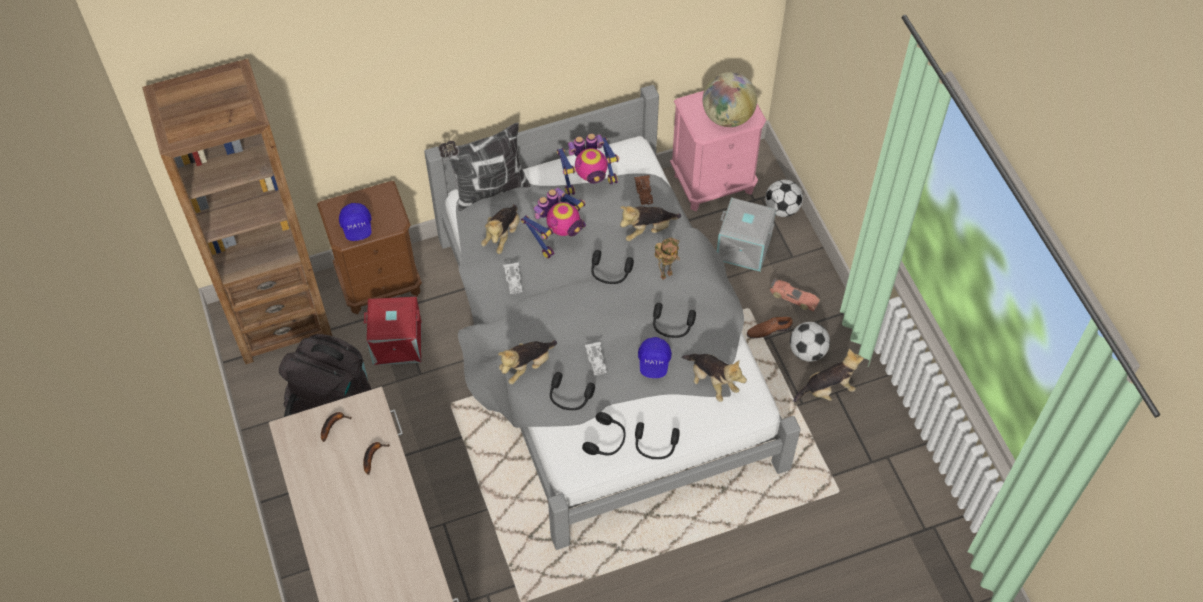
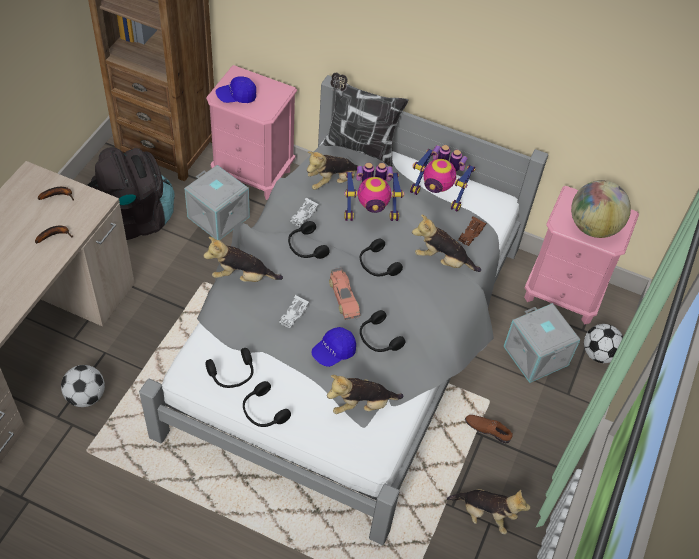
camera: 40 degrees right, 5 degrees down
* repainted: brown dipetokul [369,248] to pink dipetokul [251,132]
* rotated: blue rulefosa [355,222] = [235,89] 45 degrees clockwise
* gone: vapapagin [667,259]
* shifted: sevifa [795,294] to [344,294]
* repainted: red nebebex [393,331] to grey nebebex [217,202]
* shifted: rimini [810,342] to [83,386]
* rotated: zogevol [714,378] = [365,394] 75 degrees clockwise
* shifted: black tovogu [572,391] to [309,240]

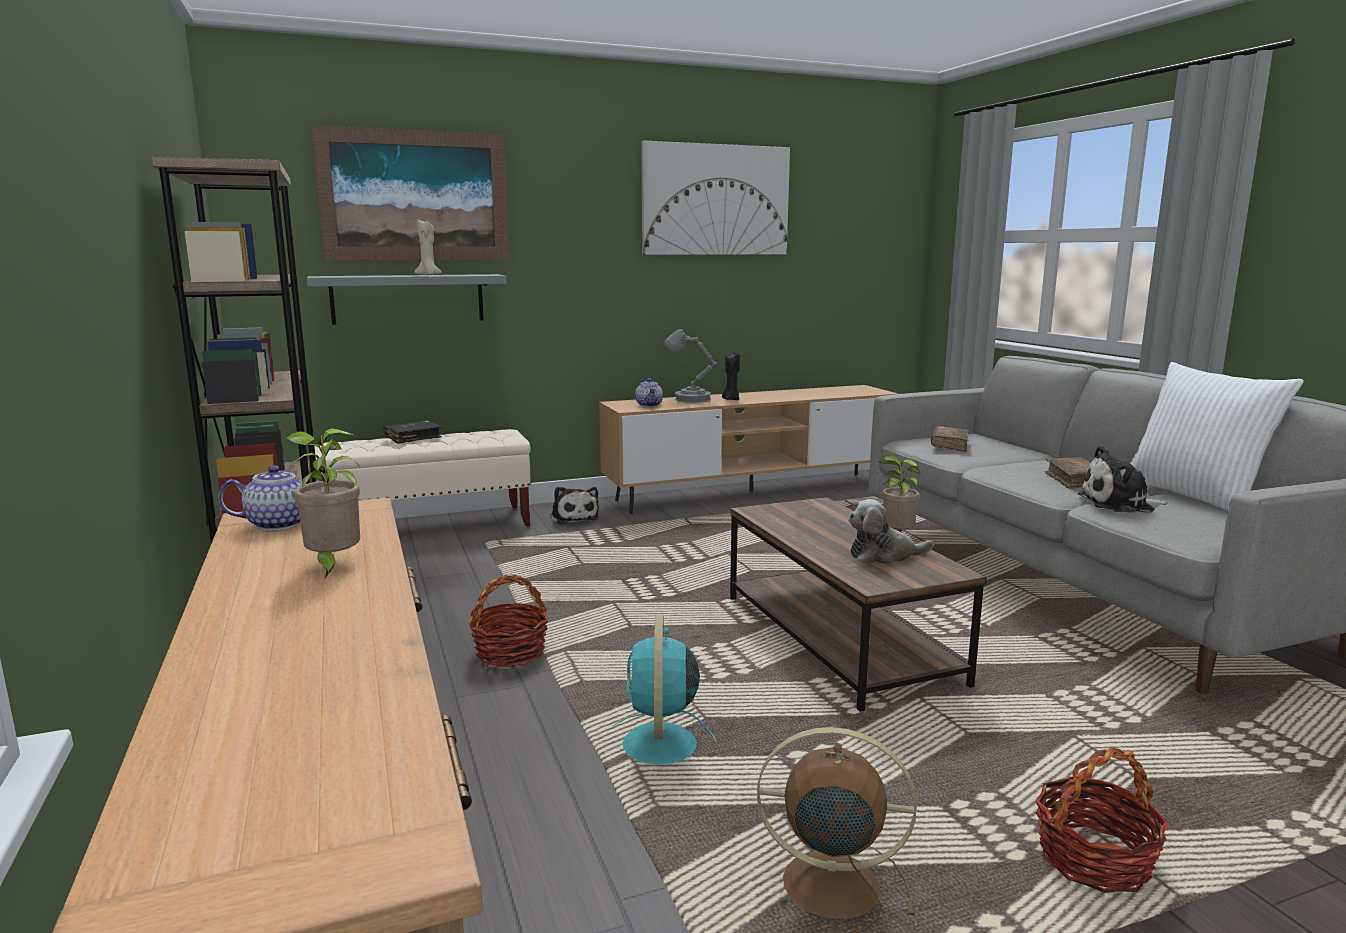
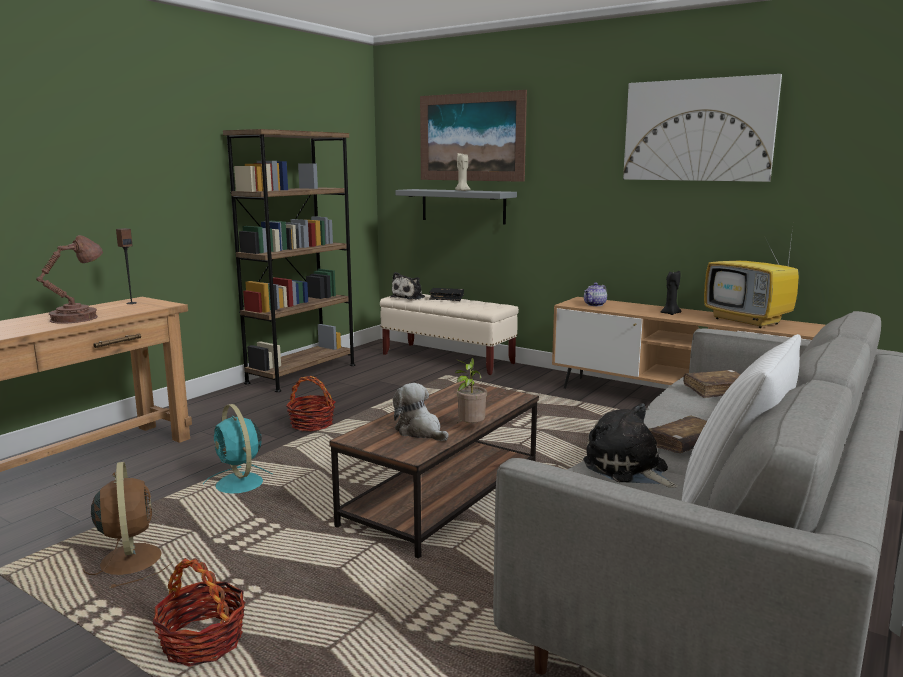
camera: 55 degrees right, 0 degrees up
* gone: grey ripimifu [690,366]
* swapped: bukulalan [323,503] to brown ripimifu [69,279]
* swapped: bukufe [271,497] to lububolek [126,266]
* shifted: zogevol [575,505] to [407,286]
* rotated: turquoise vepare [664,690] = [237,448] 90 degrees counterclockwise
* new: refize [751,277]

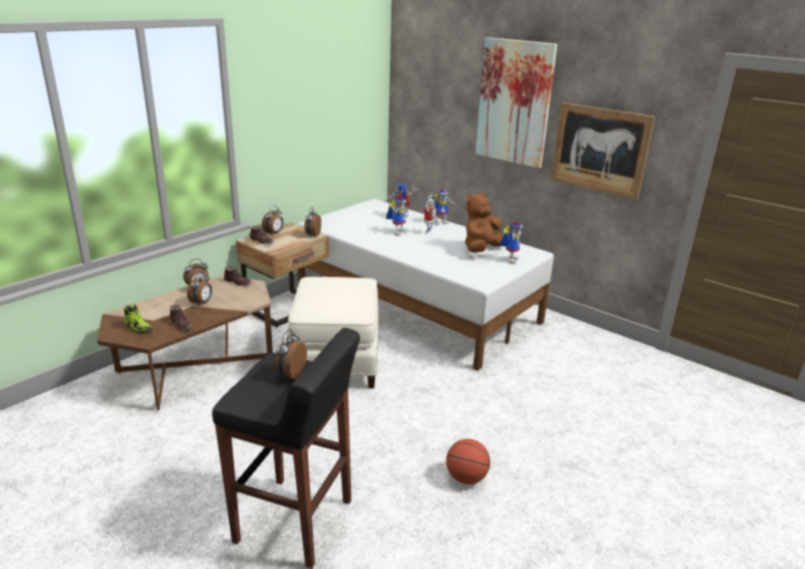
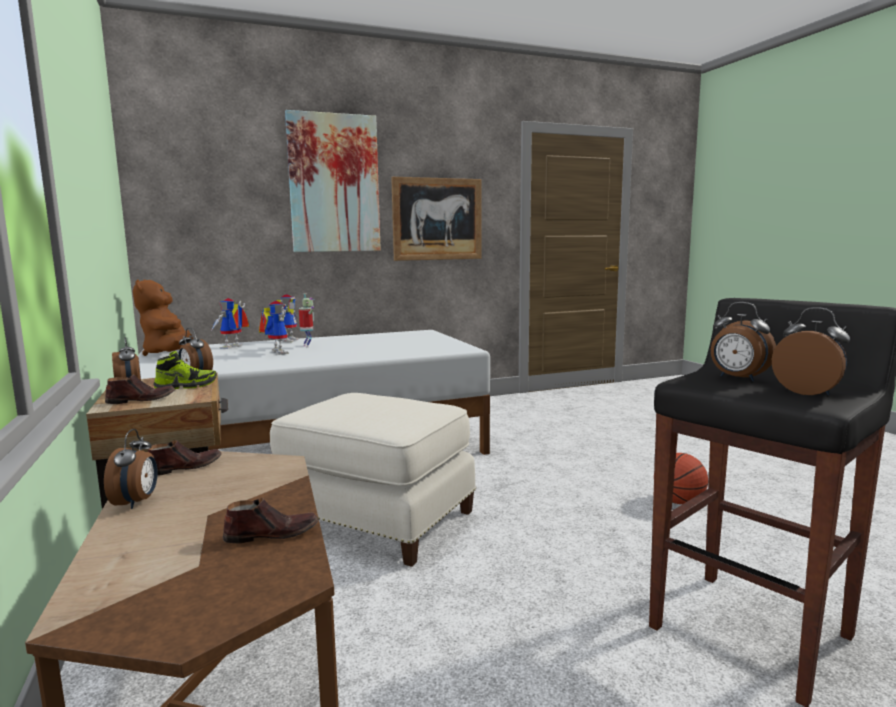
camera: 60 degrees left, 15 degrees down
* shifted: brown zogevol [483,222] to [163,317]
* gone: vapapagin [511,243]
* shifted: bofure [199,288] to [811,351]
* shifted: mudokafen [138,319] to [185,370]

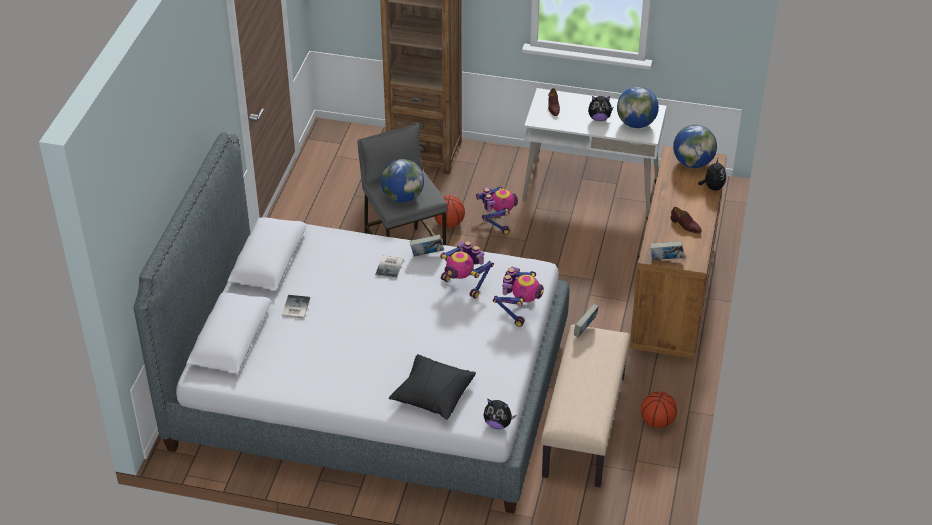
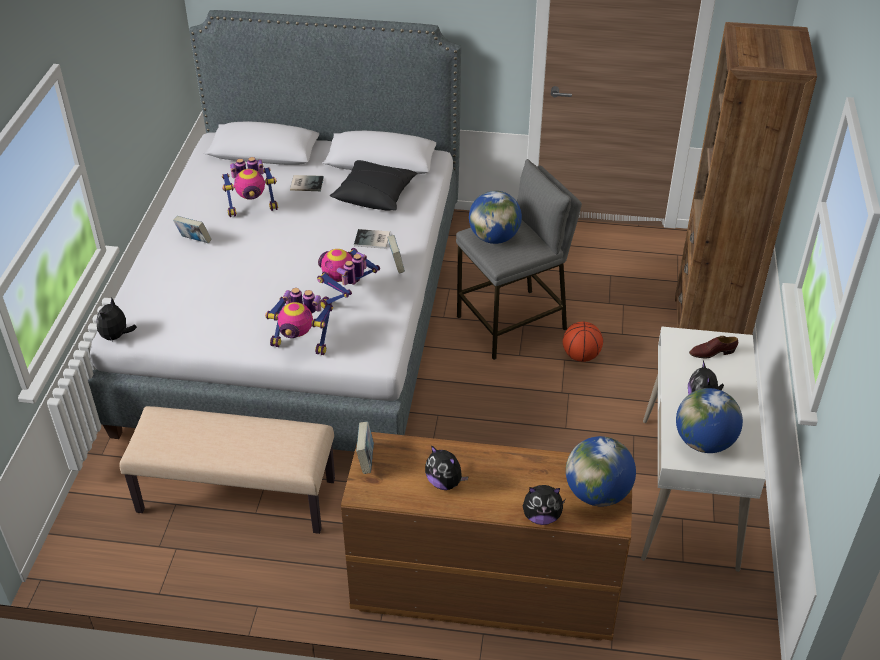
camera: 85 degrees right, 0 degrees up
* shifted: vapapagin [497,210] to [250,187]
* swapped: brown mudokafen [686,220] to zogevol [447,467]
* shifted: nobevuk [586,320] to [192,229]
* shifted: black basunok [432,387] to [373,185]
* gone: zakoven [659,409]

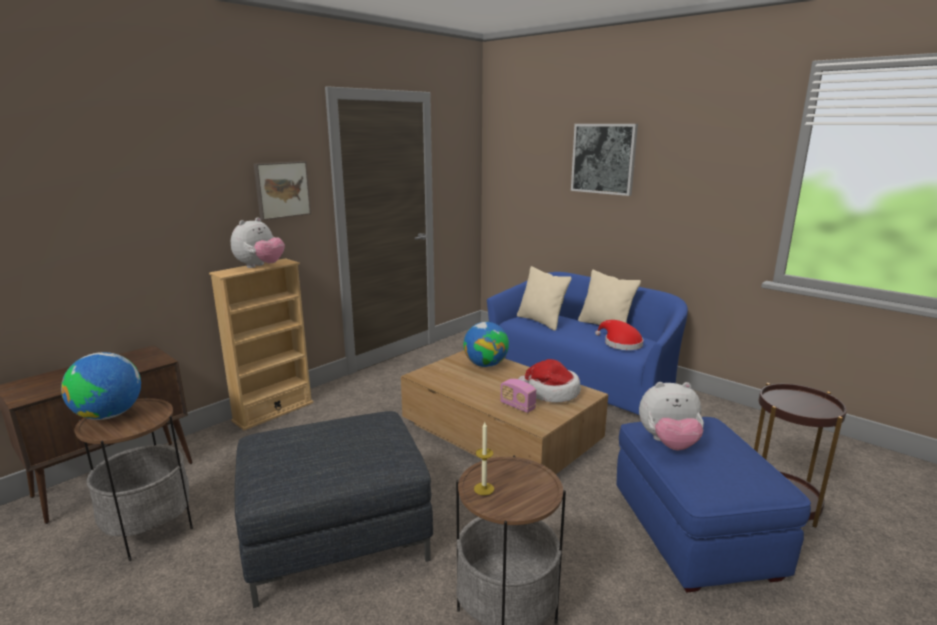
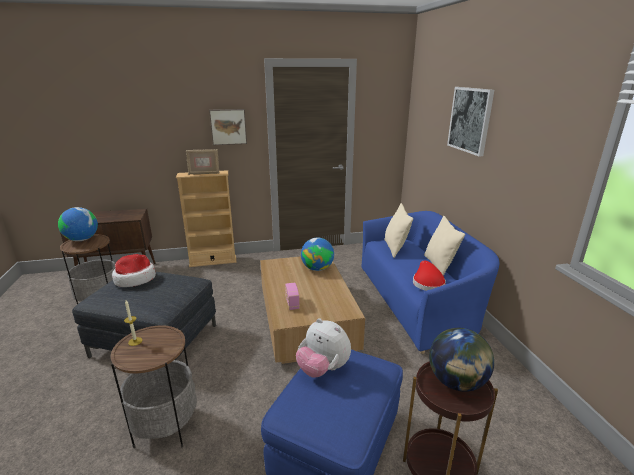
camera: 35 degrees right, 5 degrees up
* swapped: zogevol [258,242] to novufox [202,162]
* shifted: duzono [549,381] to [134,270]
* new: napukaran [461,360]

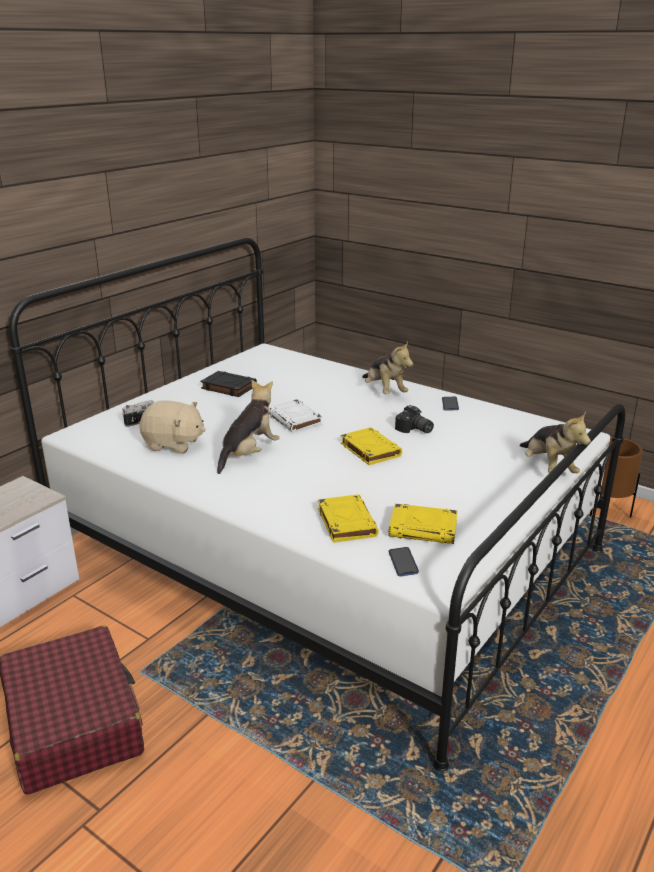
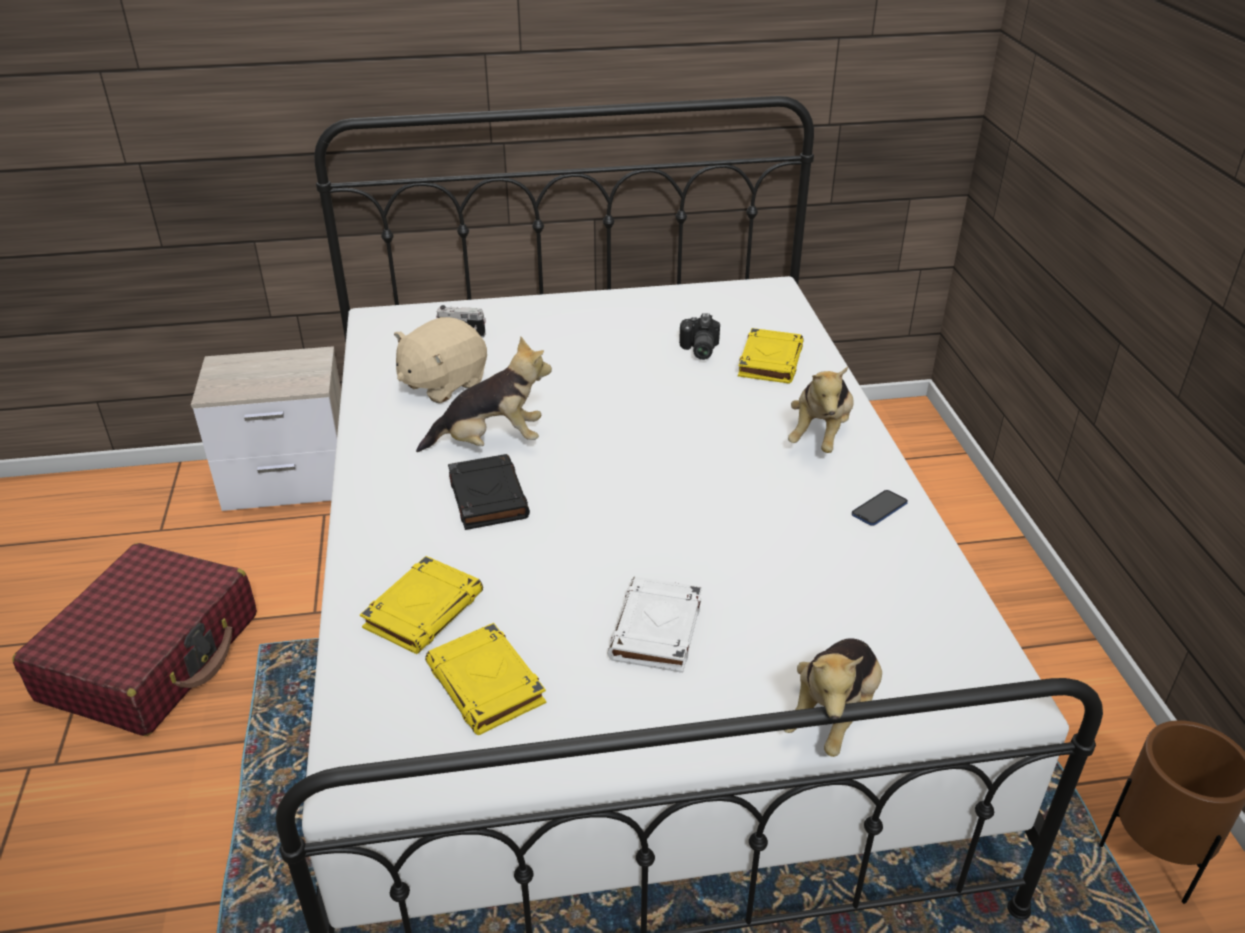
camera: 45 degrees right, 10 degrees up
* shifted: black nobevuk [228,384] to [489,492]
* shifted: white nobevuk [295,416] to [654,625]
* rotated: beige zogevol [172,427] = [440,360] 75 degrees clockwise
* shifted: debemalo [414,419] to [699,336]
* shifted: yellow nobevuk [371,446] to [771,356]
* gone: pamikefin [404,562]

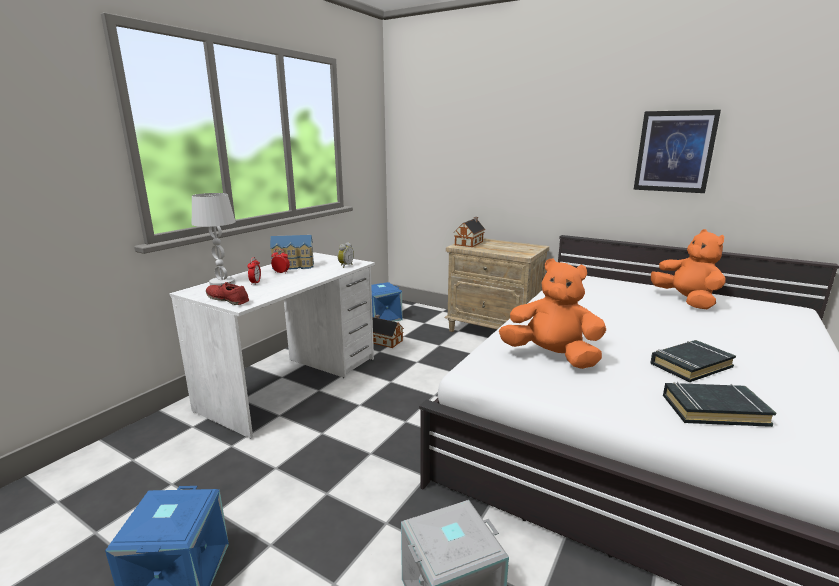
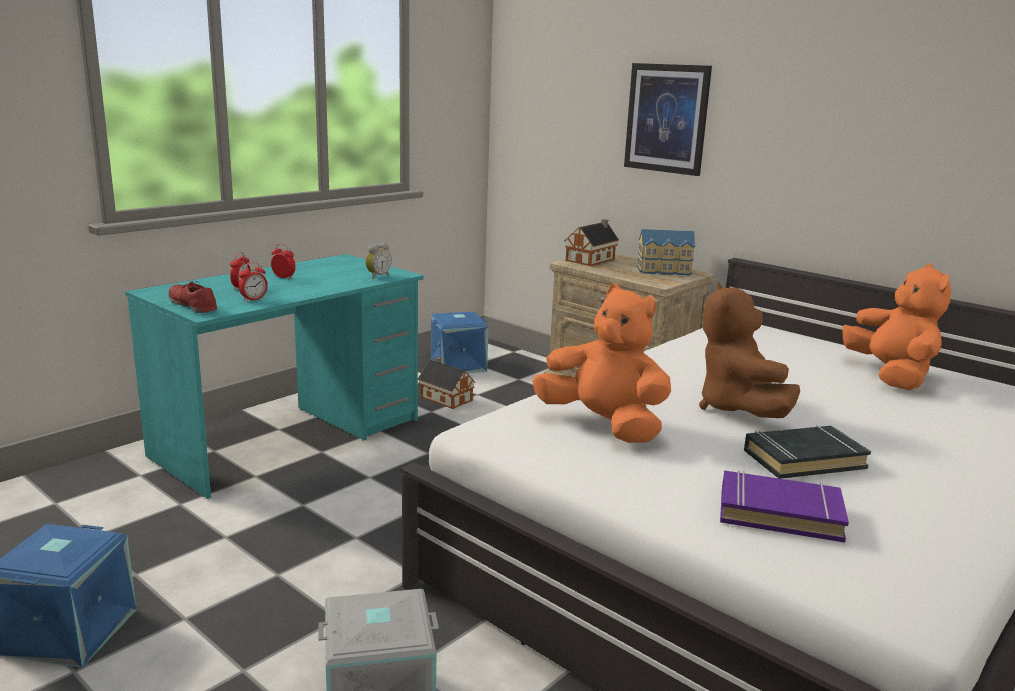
camera: 10 degrees right, 0 degrees up
* shifted: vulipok [677,151] to [668,119]
* gone: white ripimifu [214,239]
* shifted: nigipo [292,252] to [666,252]
* repainted: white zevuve [272,345] to turquoise zevuve [274,376]
* repainted: black nobevuk [719,404] to purple nobevuk [784,506]
* new: bofure [253,282]
* new: brown zogevol [749,350]

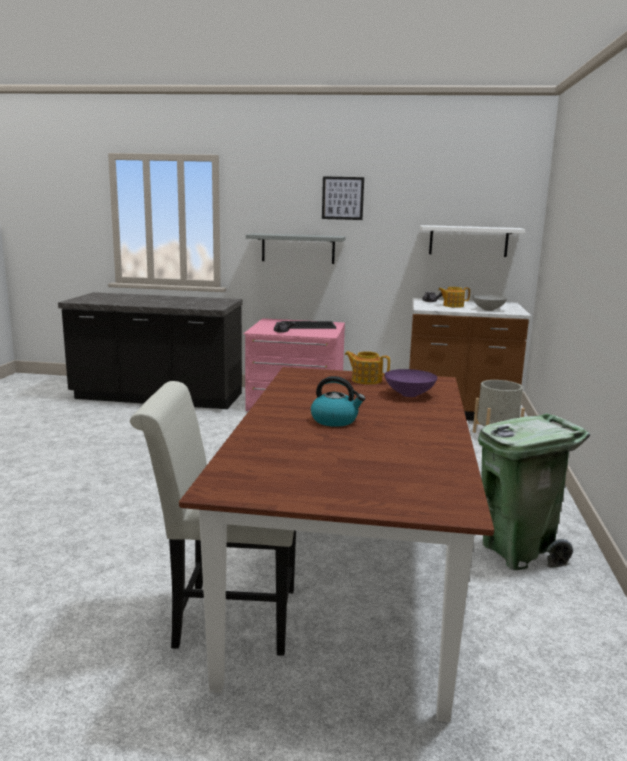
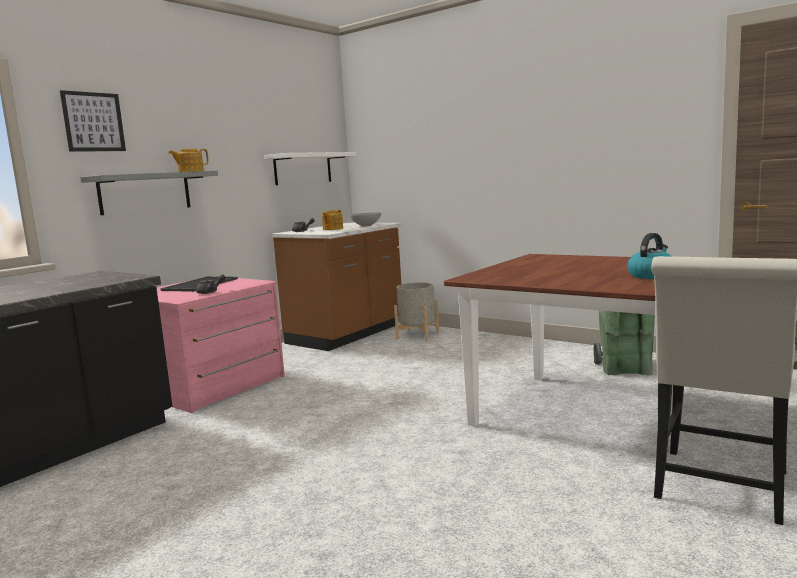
camera: 60 degrees left, 5 degrees down
* shifted: vulipok [343,198] to [93,121]
* shifted: bukufe [367,368] to [189,160]
* gone: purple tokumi [410,383]

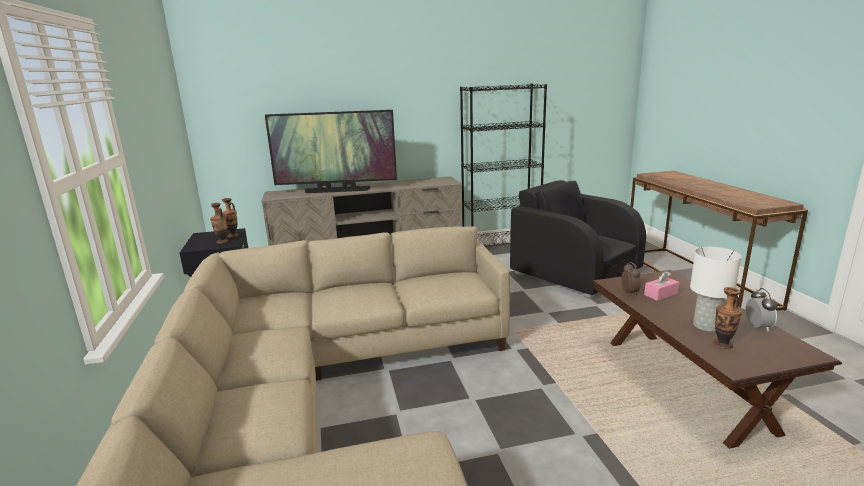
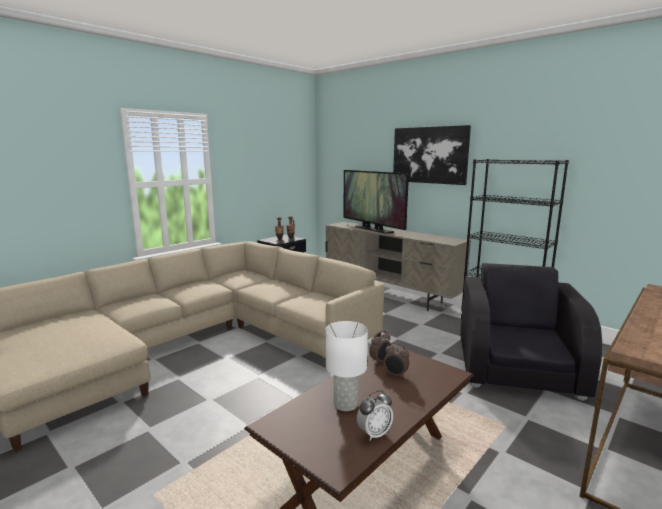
camera: 55 degrees right, 5 degrees down
* swapped: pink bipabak [662,286] to bofure [396,360]
* gone: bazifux [728,318]
* new: vulipok [432,155]

